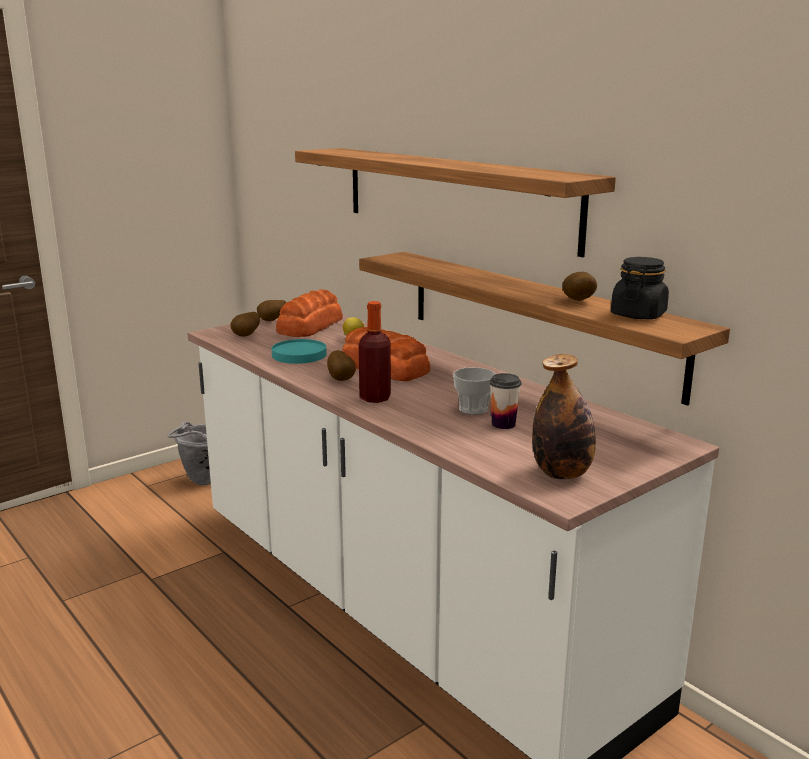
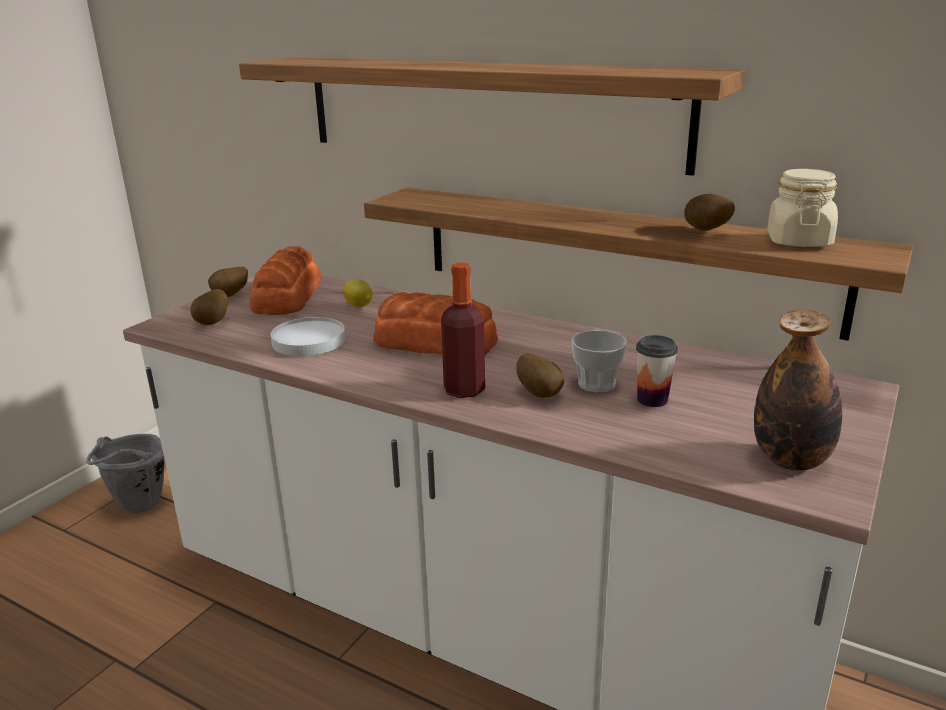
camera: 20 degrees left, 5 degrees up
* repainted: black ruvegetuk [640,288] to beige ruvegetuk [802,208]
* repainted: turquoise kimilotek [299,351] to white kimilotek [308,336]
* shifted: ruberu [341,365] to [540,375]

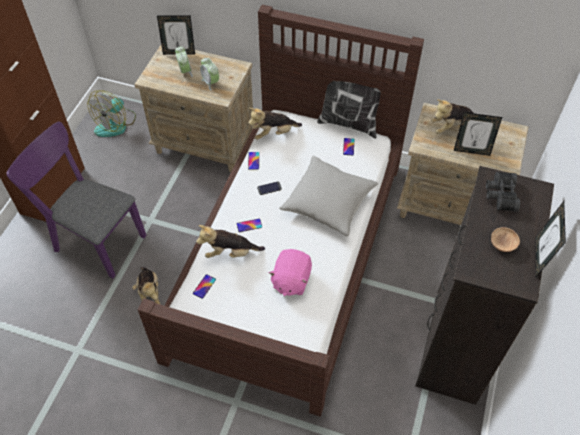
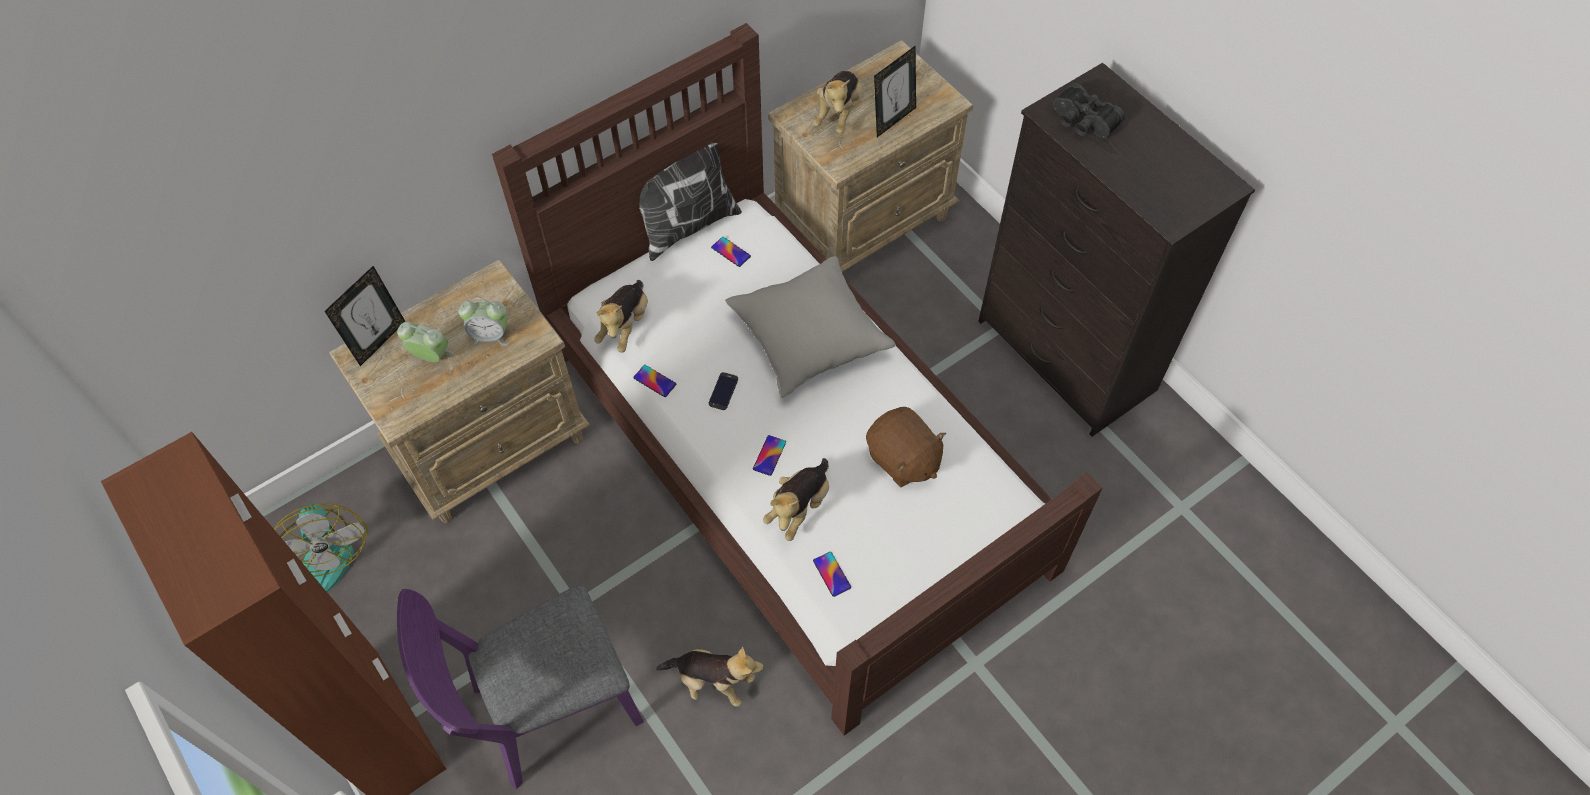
camera: 55 degrees left, 5 degrees up
* gone: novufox [550,239]
* gone: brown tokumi [505,239]
* repainted: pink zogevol [290,272] to brown zogevol [906,447]

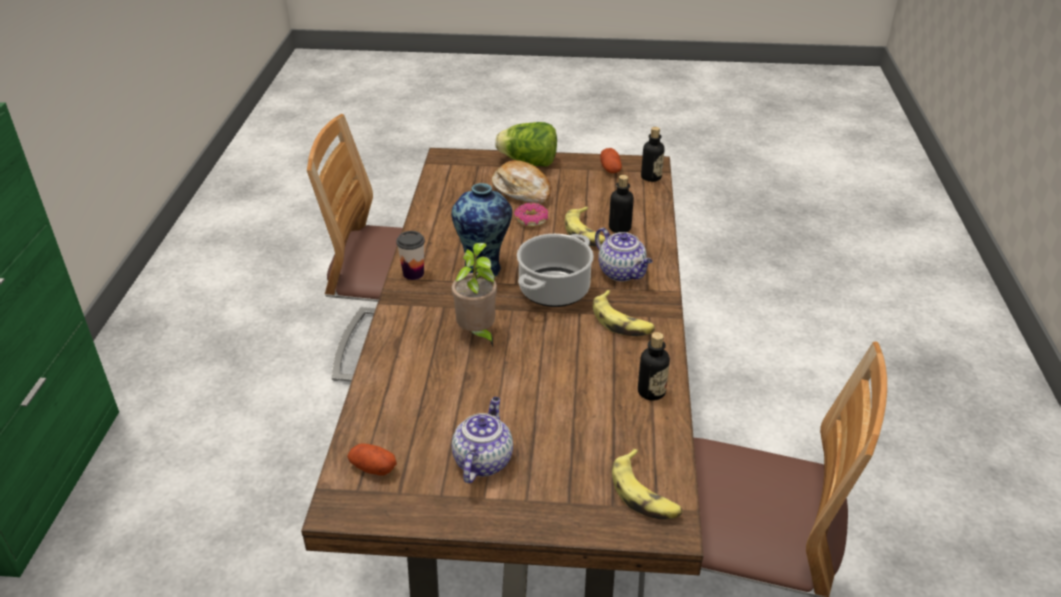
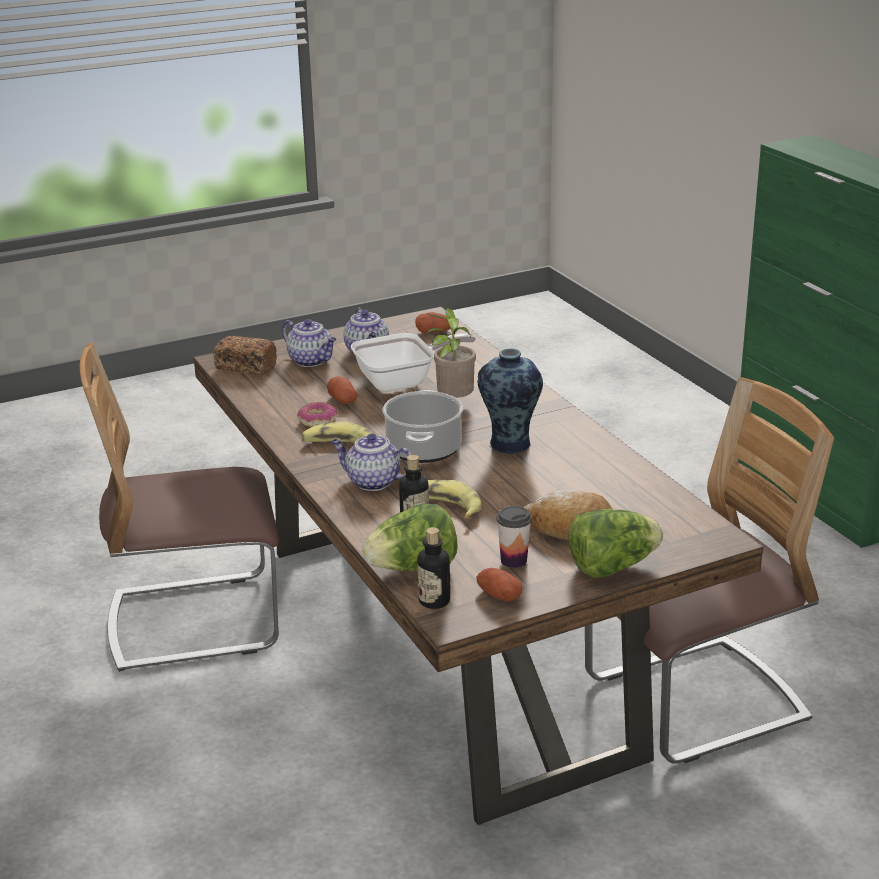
camera: 150 degrees right, 10 degrees down
* shifted: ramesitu [531,215] to [317,414]
* shifted: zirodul [410,255] to [514,537]
* gone: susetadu [654,366]
* swapped: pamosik [647,484] to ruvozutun [245,355]
* new: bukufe [309,343]
* new: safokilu [413,362]
* new: ruberu [342,390]
* new: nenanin [410,537]

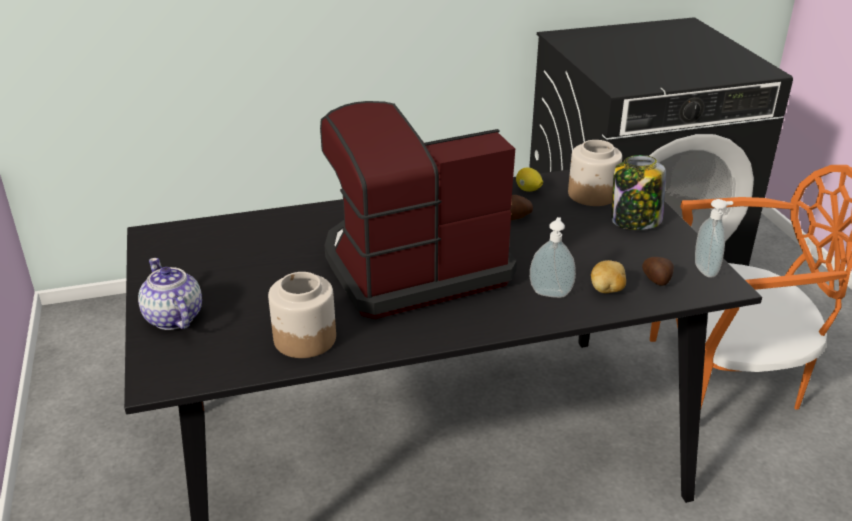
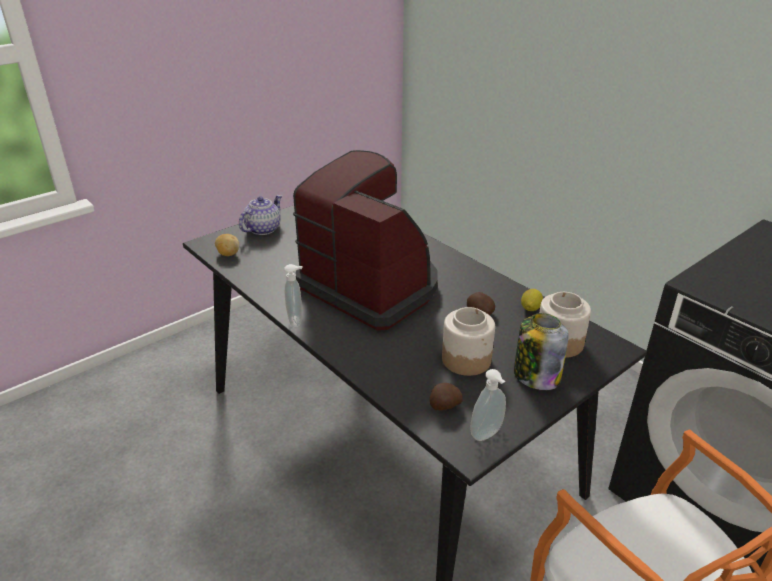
camera: 65 degrees right, 0 degrees up
* shifted: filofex [553,257] to [293,295]
* shifted: ruberu [608,276] to [227,245]
* shifted: ruvegetuk [302,315] to [468,341]

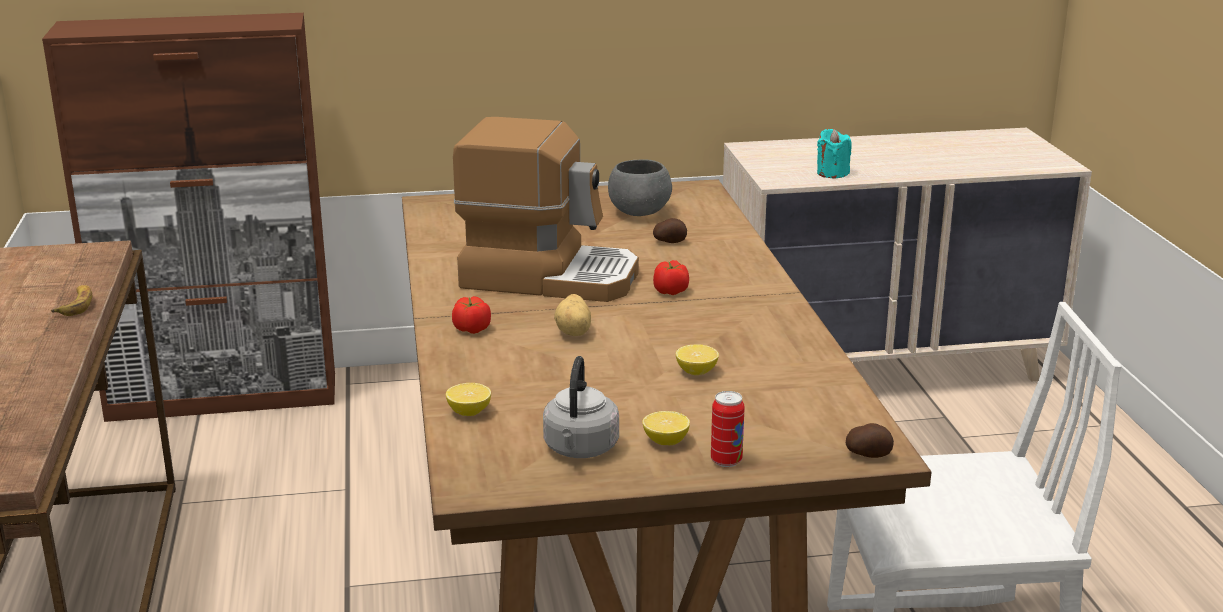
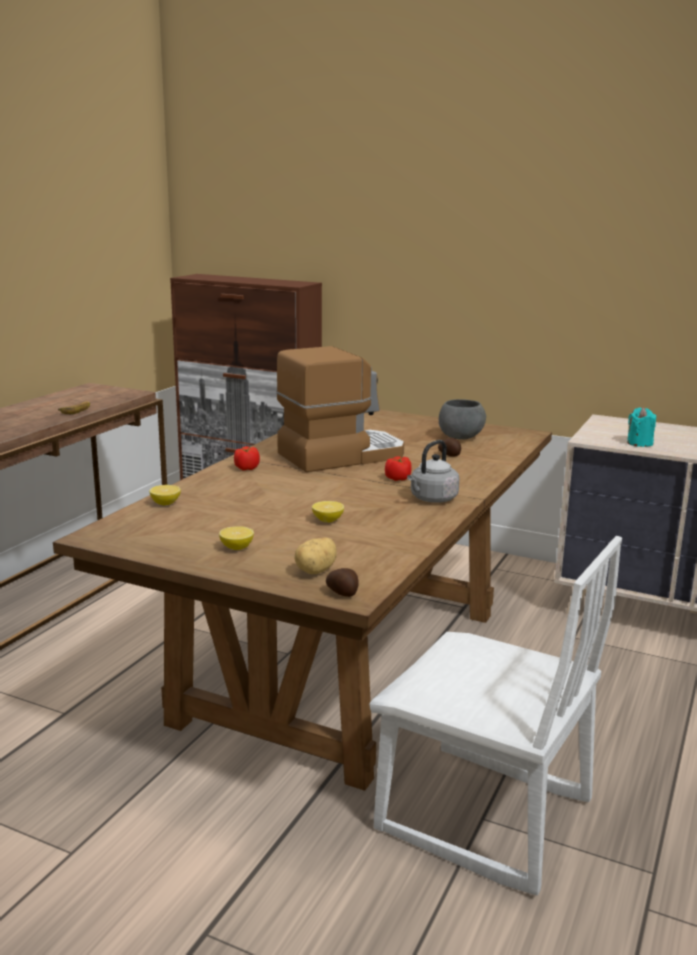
camera: 35 degrees right, 5 degrees down
* rotated: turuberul [546,209] = [340,409] 75 degrees counterclockwise
* shifted: ruberu [572,315] to [315,555]
* shifted: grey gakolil [581,407] to [433,471]
* gone: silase [728,429]

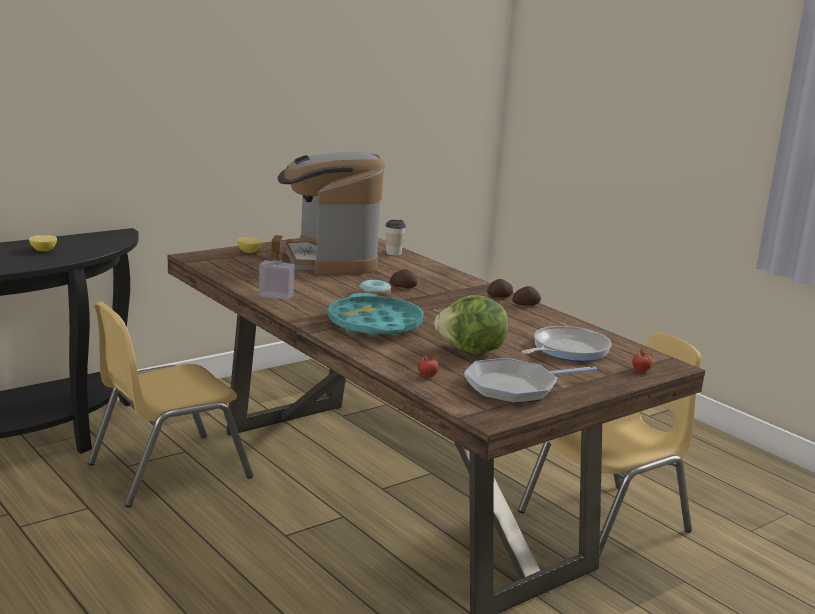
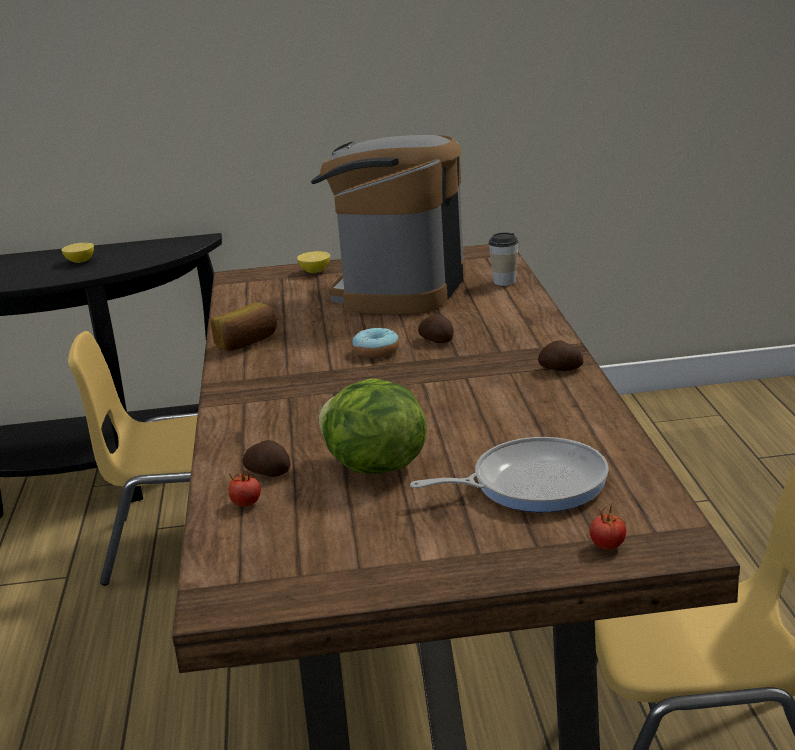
camera: 35 degrees right, 5 degrees up
* swapped: filofex [276,267] to ruvozutun [244,326]
* shifted: ruberu [526,296] to [266,458]
* gone: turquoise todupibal [376,314]
* gone: safokilu [530,381]

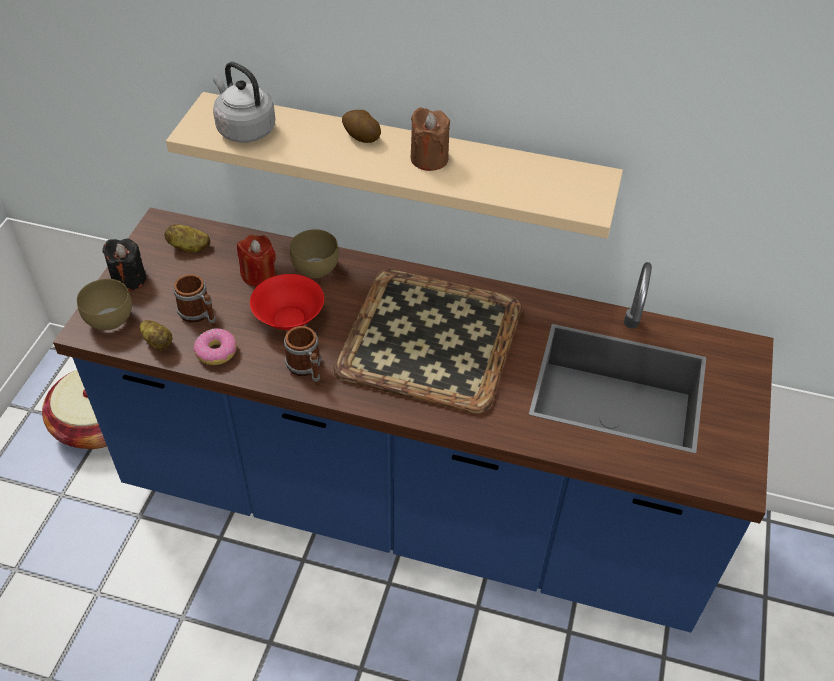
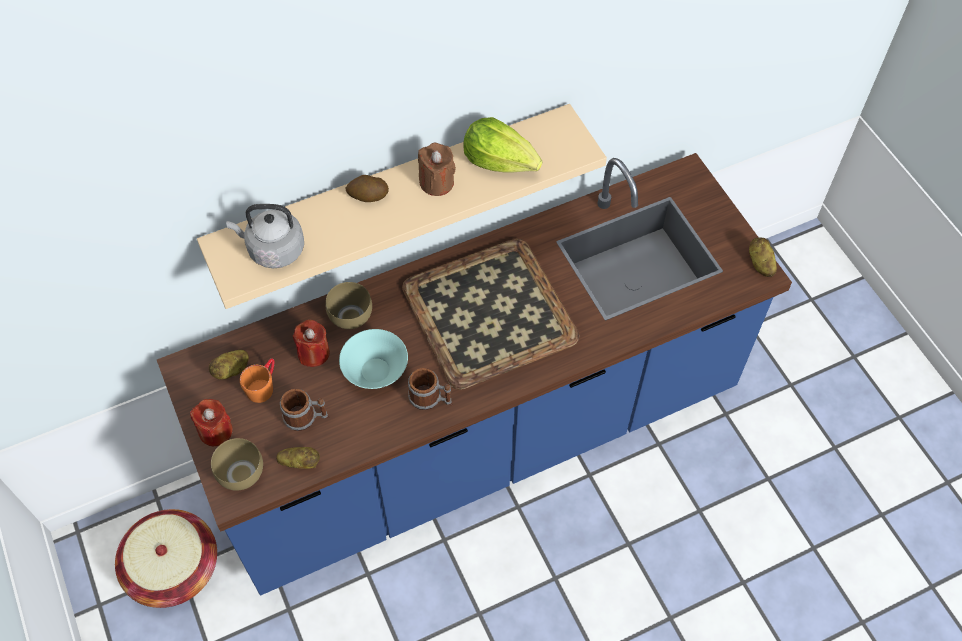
camera: 40 degrees left, 10 degrees up
* repainted: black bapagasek [124,265] to red bapagasek [211,422]
* repainted: red tokumi [287,302] to turquoise tokumi [373,359]
* gone: ramesitu [215,346]
* new: nenanin [502,145]
* new: ruberu [763,257]
* new: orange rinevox [257,380]

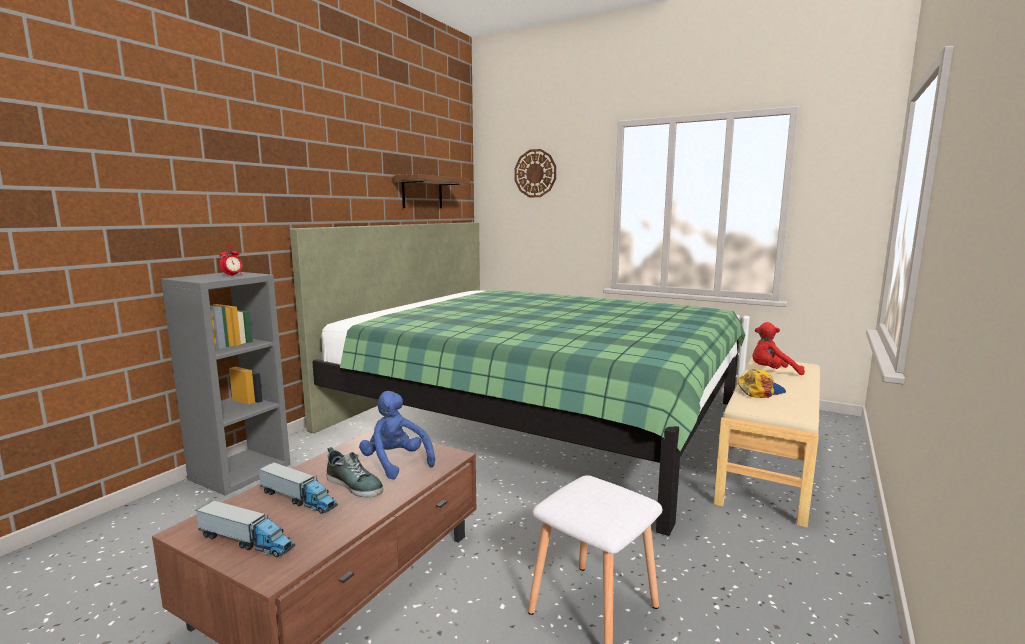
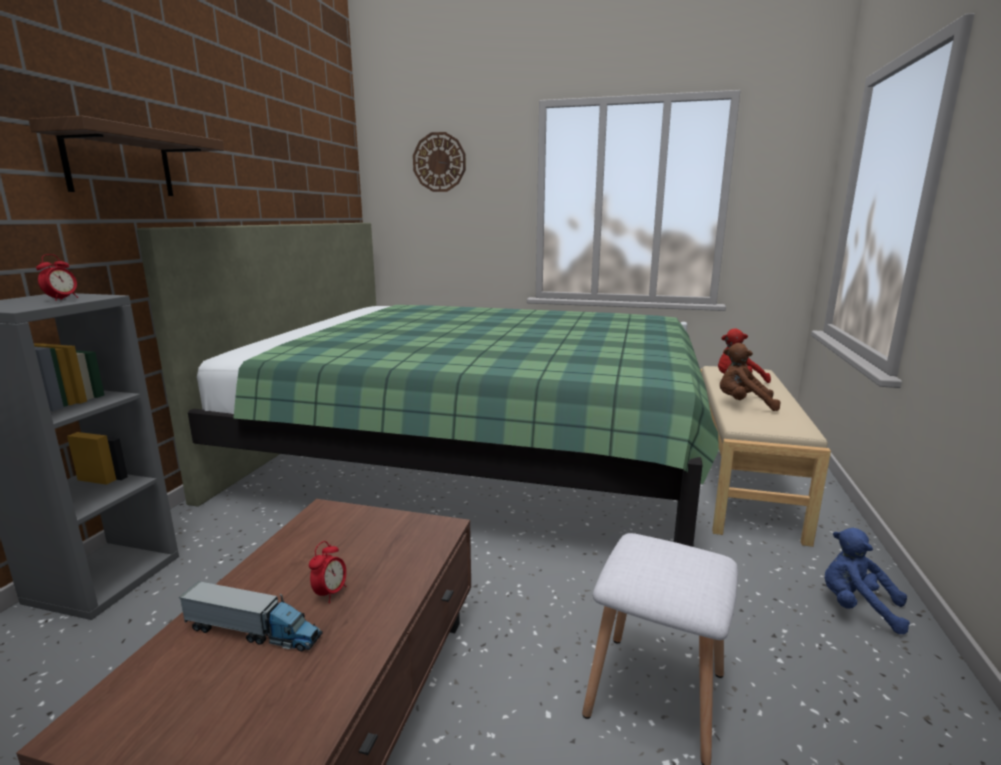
camera: 15 degrees left, 5 degrees up
* shifted: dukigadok [432,191] to [126,156]
* swapped: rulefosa [761,383] to brown zogevol [750,377]
* shifted: blue zogevol [397,435] to [867,581]
* swapped: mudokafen [355,472] to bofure [328,572]
* gone: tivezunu [245,528]

